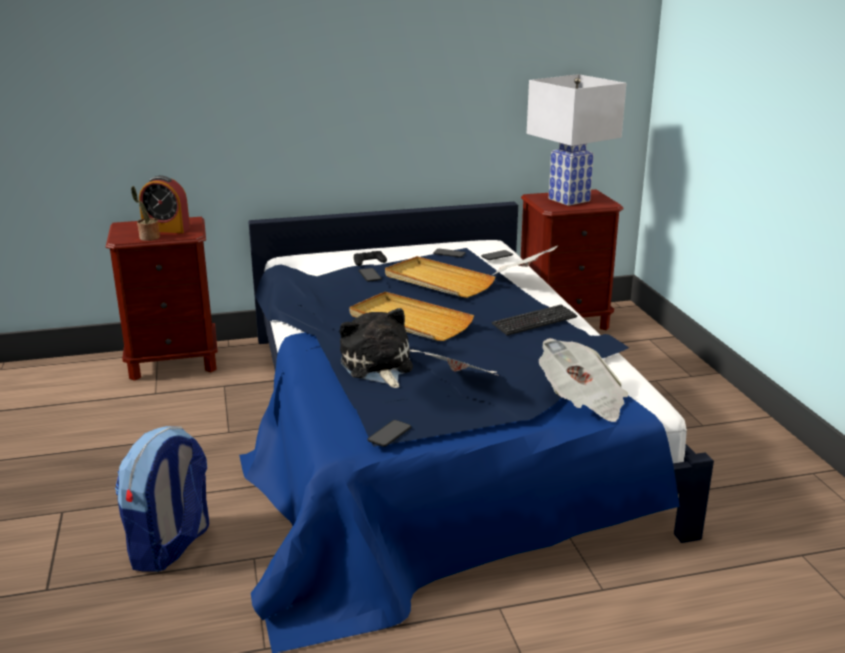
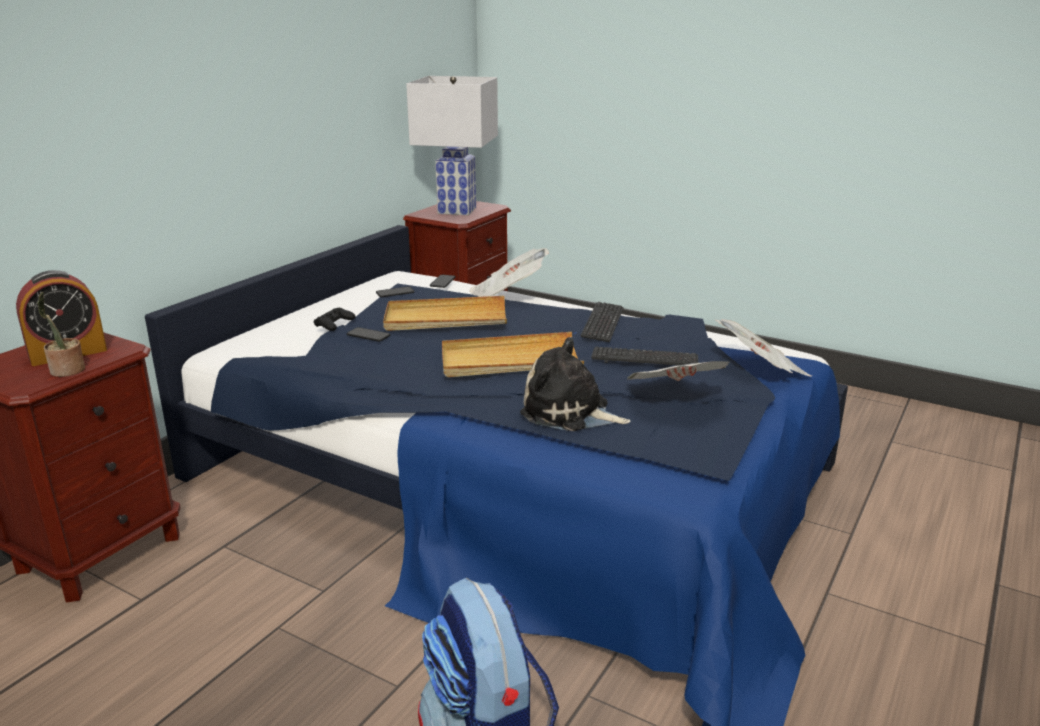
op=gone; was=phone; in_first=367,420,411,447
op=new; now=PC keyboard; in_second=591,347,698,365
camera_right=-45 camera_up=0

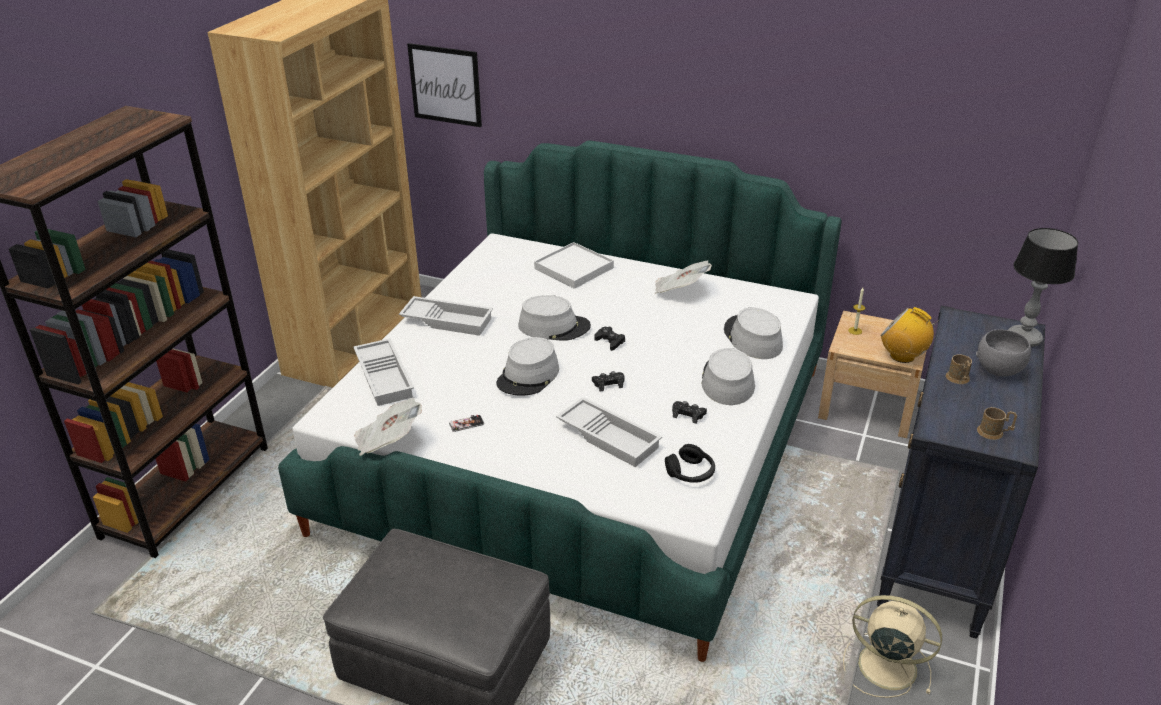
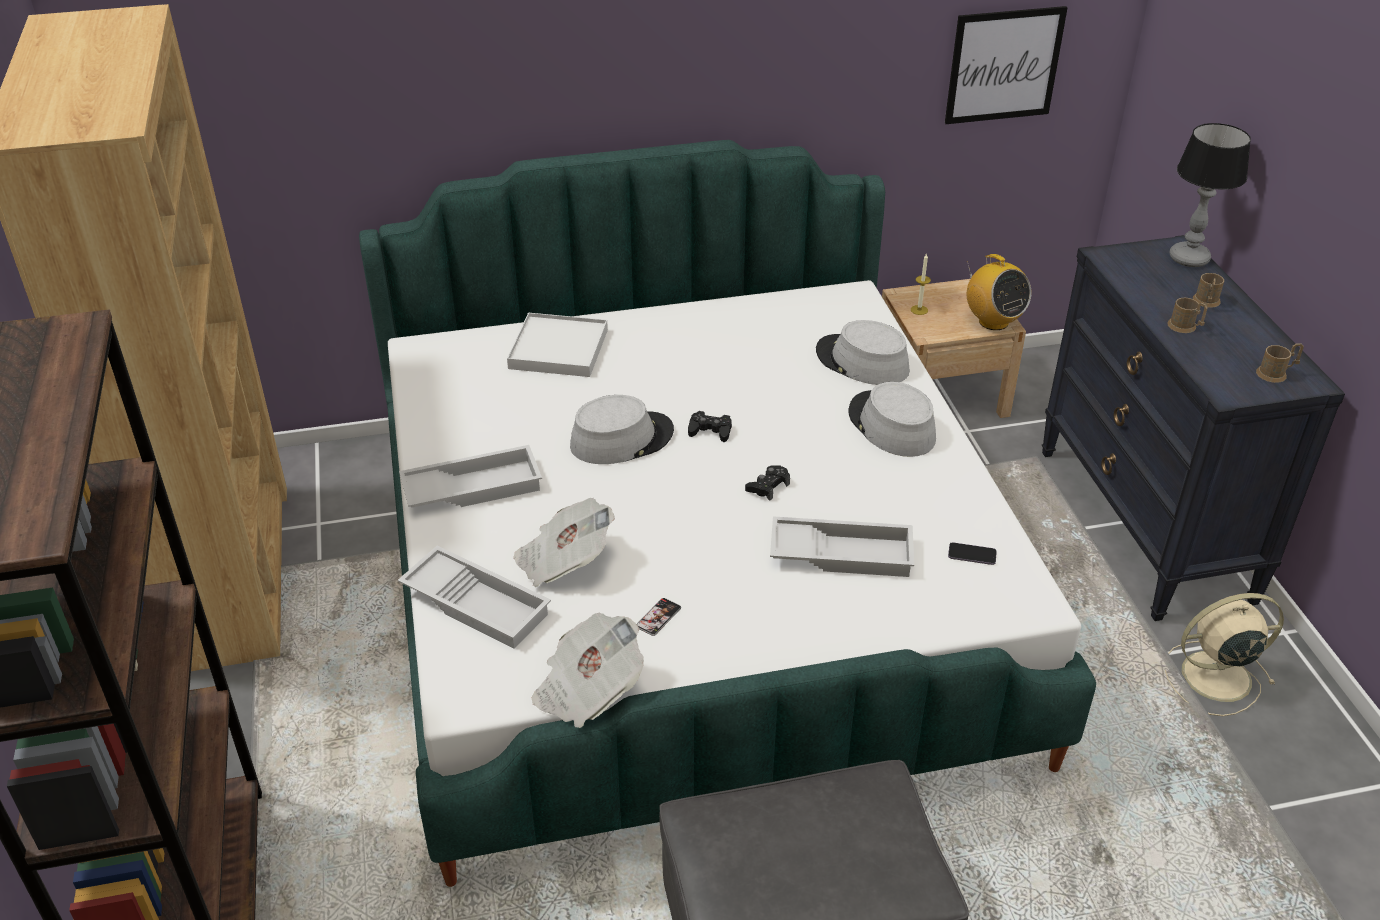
op=gone; was=greyish hat; in_first=496,337,559,396
op=gone; was=black gamepad; in_first=672,401,707,423
op=shifted; was=picture; in_first=407,43,482,127; in_second=945,6,1068,124
op=shifted; was=newspaper; in_first=655,260,712,294; in_second=513,498,615,587
op=swapped; was=black headphones; now=phone; in_first=665,444,715,483; in_second=948,542,997,565
op=swapped; was=greyish deep dish; now=brown-coloured mug; in_first=976,329,1031,377; in_second=1193,273,1224,308
op=rotated; was=radio receiver; in_first=881,307,938,363; in_second=967,254,1032,330; clockwise=-120
camera_right=-35 camera_up=5

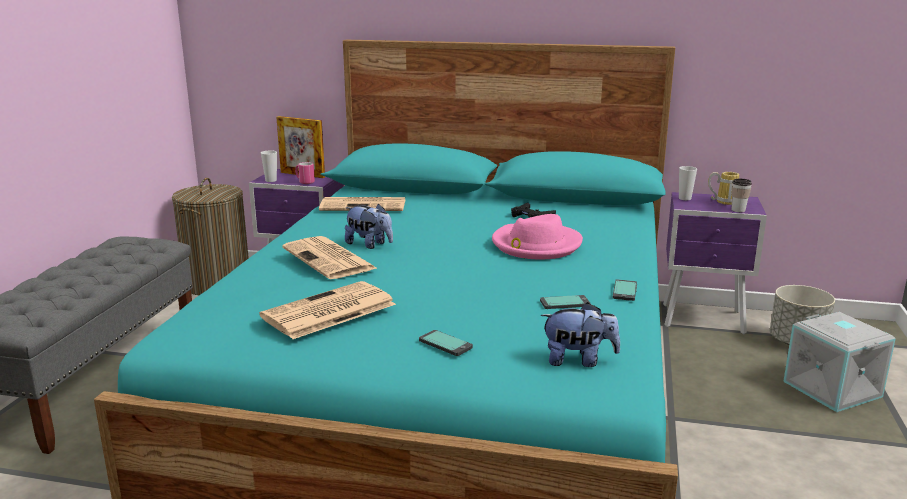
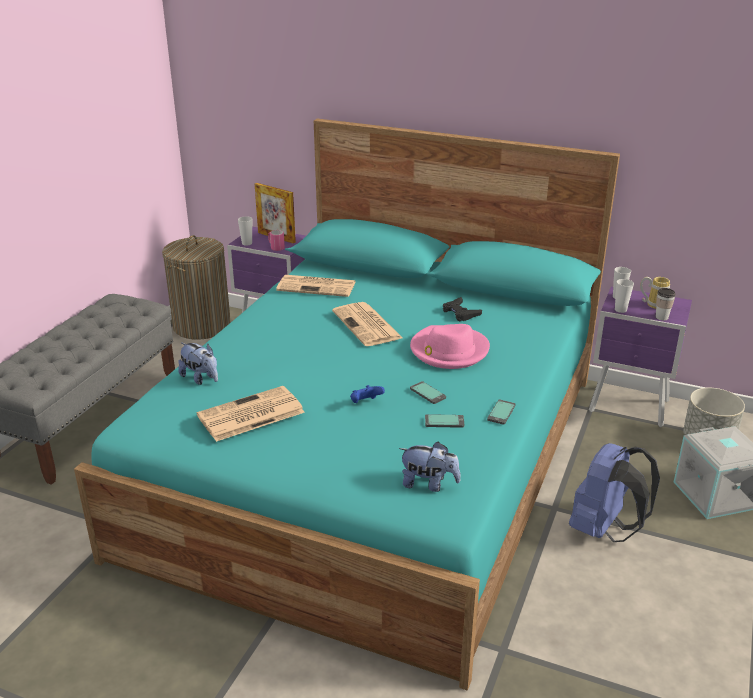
op=new; now=blue gamepad; in_second=350,385,385,403
op=new; now=blue knapsack; in_second=569,443,660,542
op=new; now=cup; in_second=615,279,634,313
op=shifted; was=newspaper; in_first=282,236,378,279; in_second=332,302,402,346
op=shifted; was=cuddly toy; in_first=345,204,393,249; in_second=178,342,218,385
op=shifted; was=phone; in_first=419,330,473,356; in_second=410,381,446,404
camera_right=10 camera_up=10

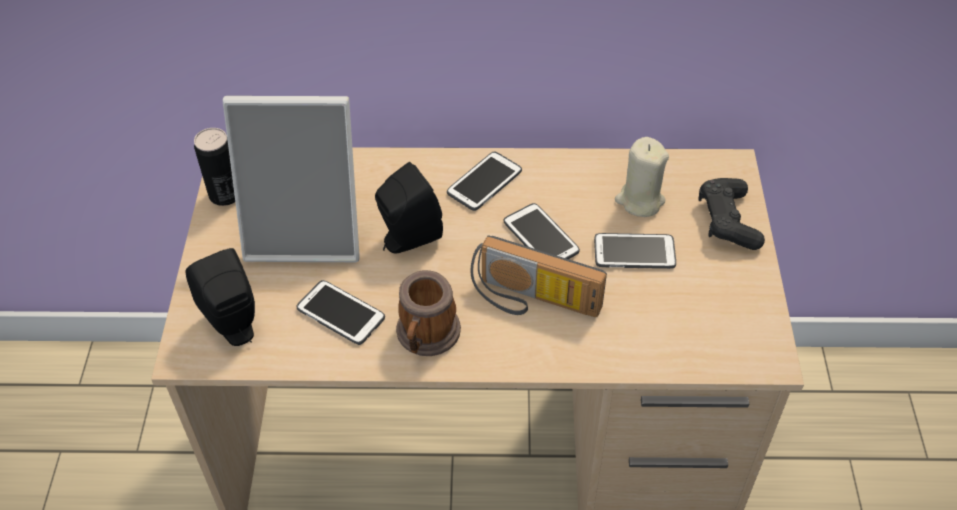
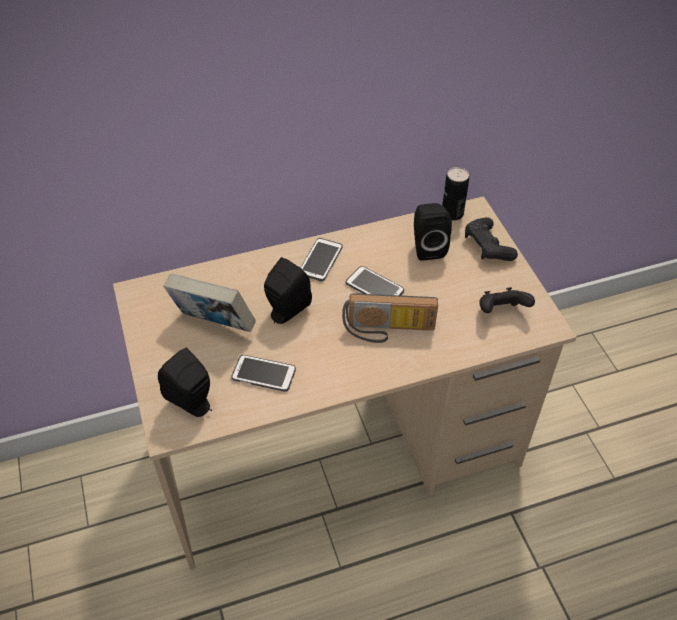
op=gone; was=mug; in_first=396,270,461,356
op=gone; was=phone; in_first=594,233,676,269
op=new; now=black gamepad; in_second=480,287,535,313
op=shifted; was=metal can; in_first=194,128,235,206; in_second=442,167,469,220
op=swapped; was=standing frame; now=book; in_first=223,96,360,262; in_second=163,274,256,332
op=swapped; was=beige wax candle; now=black audio speaker; in_first=615,137,669,217; in_second=414,203,452,260
camera_right=-20 camera_up=0

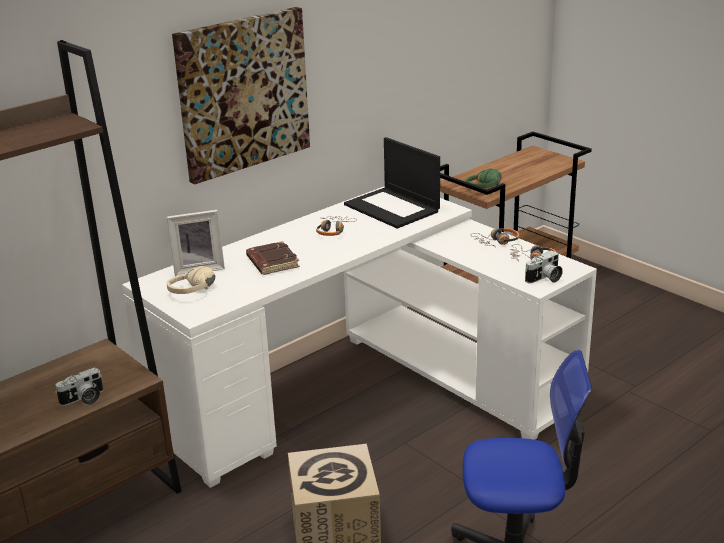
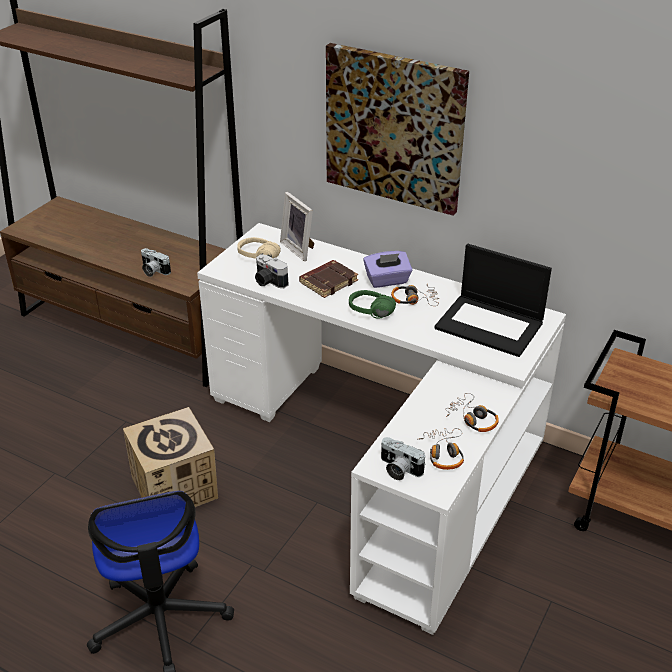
op=new; now=photo camera; in_second=255,254,289,288
op=new; now=purple-coloured tissue box; in_second=363,251,412,288
op=shifted; was=green-coloured headphones; in_first=466,169,502,188; in_second=349,290,396,319
op=rotated; was=notebook computer; in_first=344,137,440,229; in_second=434,244,552,357; clockwise=-90
camera_right=70 camera_up=10

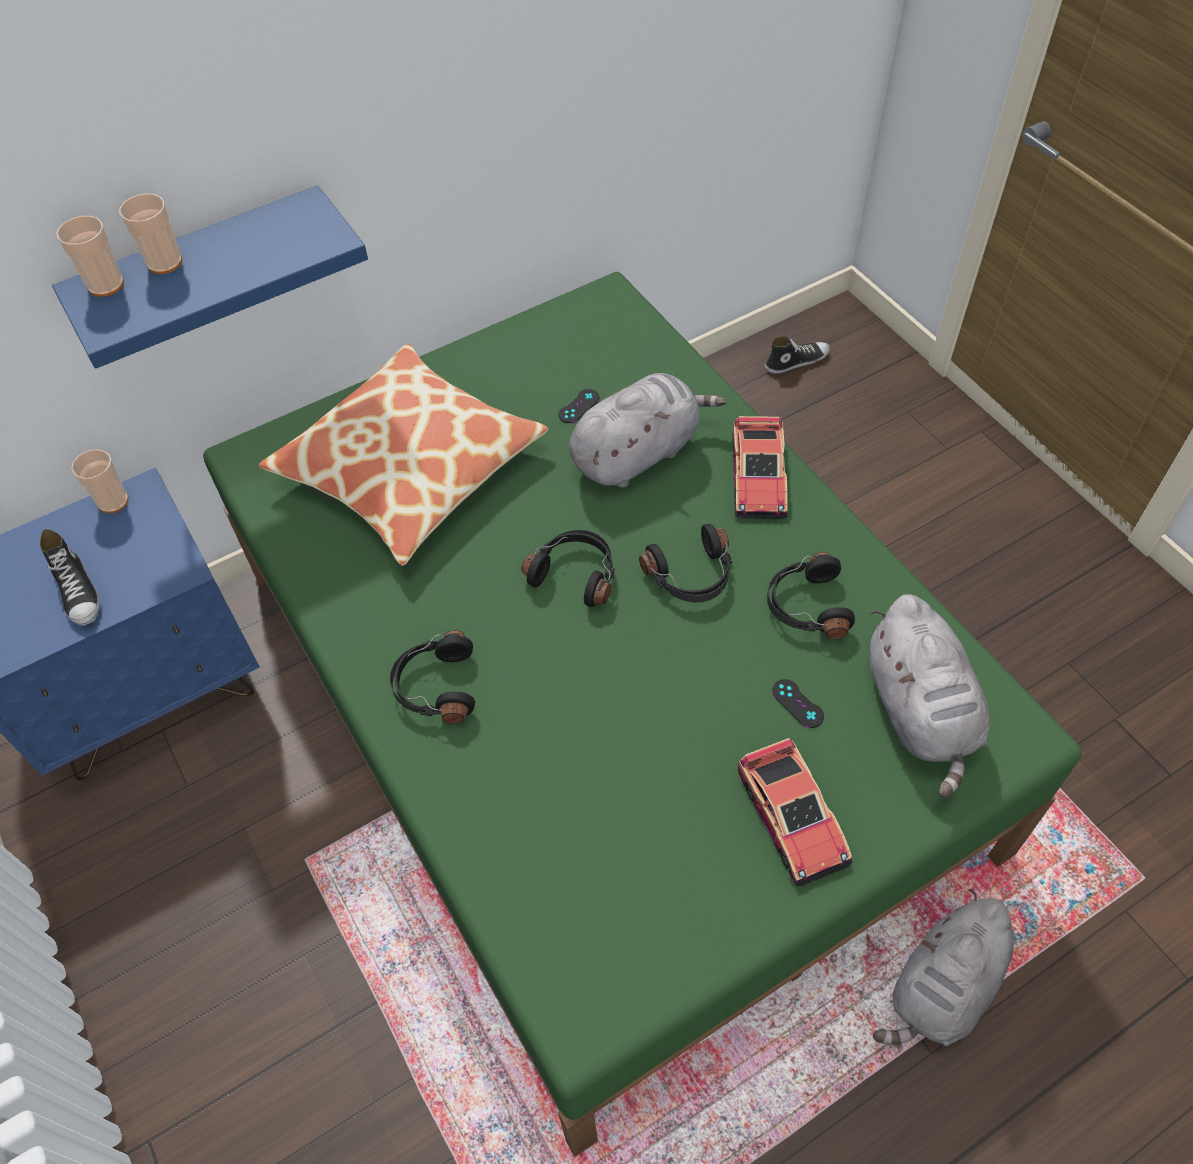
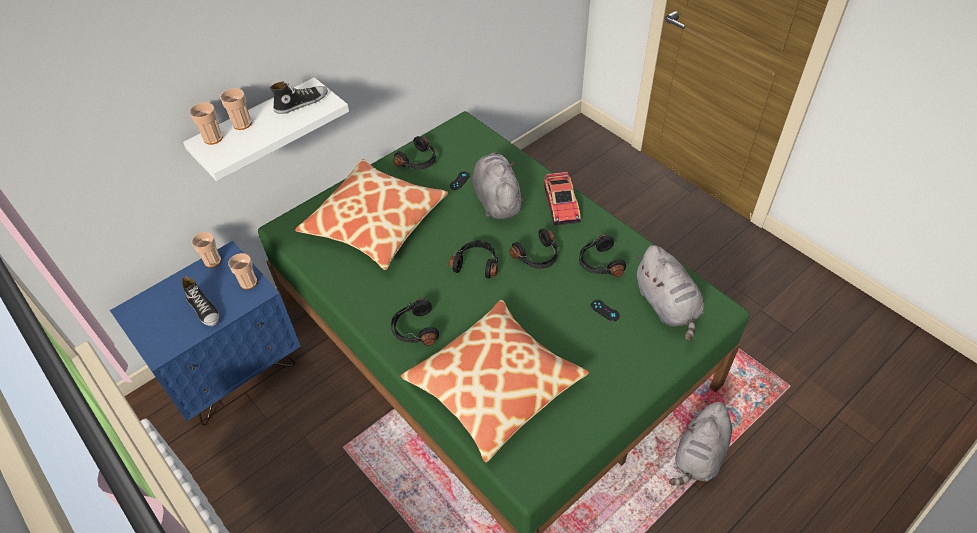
op=gone; was=toy car; in_first=738,738,853,886
op=new; now=cup; in_second=228,253,257,289
op=new; now=black headphones; in_second=393,136,436,169
op=new; now=pillow; in_second=401,300,589,462
op=shifted; was=item of footwear; in_first=765,336,830,374; in_second=270,82,328,114
op=repainted; was=blue shelf; now=white shelf; in_first=52,185,368,369; in_second=183,78,349,181
op=rotated; was=greyish cuddly toy; in_first=569,373,727,488; in_second=472,151,524,220; clockwise=-60
camera_right=-10 camera_up=-5

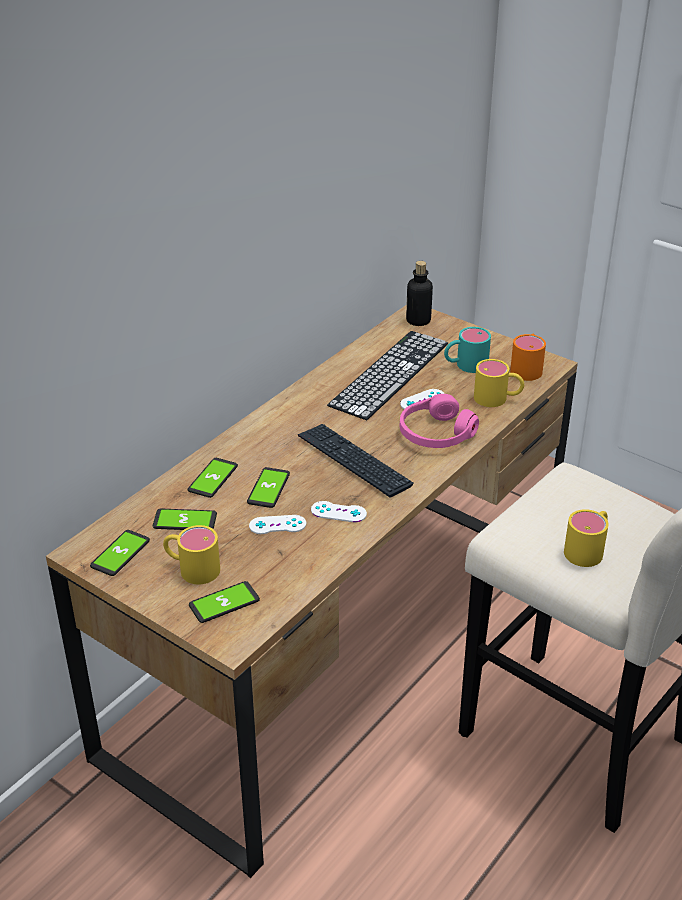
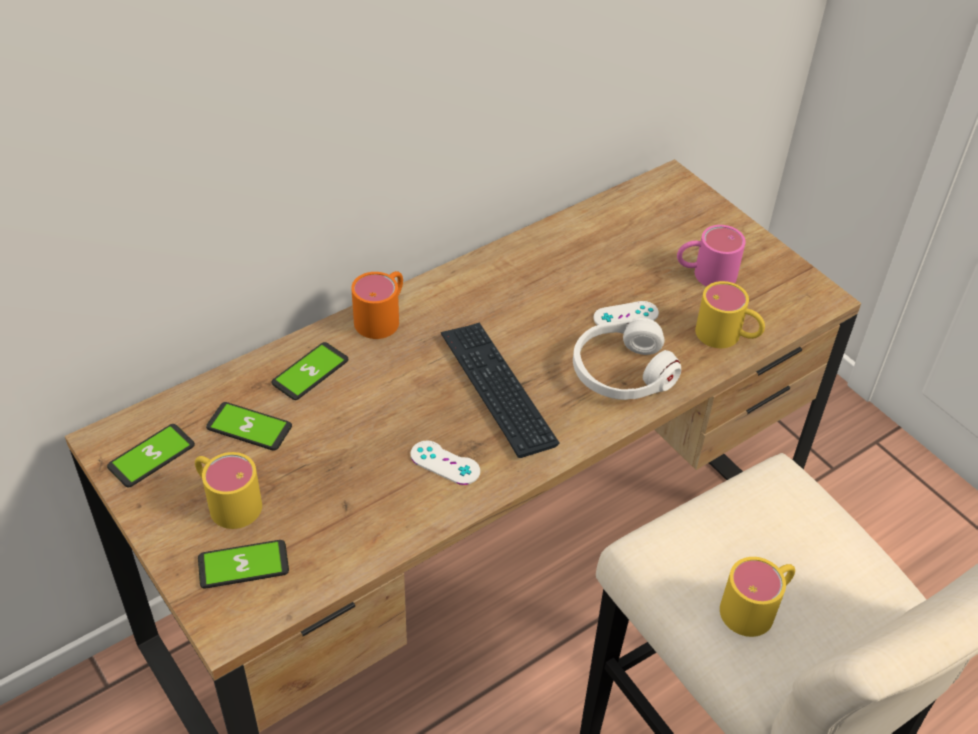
op=gone; was=phone; in_first=247,467,290,508
op=gone; was=white gamepad; in_first=249,515,306,534
op=gone; was=PC keyboard; in_first=327,331,448,420
op=gone; was=bottle; in_first=406,261,433,326
op=shifted; was=orangey mug; in_first=510,334,546,381; in_second=351,271,403,339
op=repainted; was=pinkish headphones; now=white headphones; in_first=400,394,479,448; in_second=573,318,681,400
op=repainted; was=turquoise mug; now=pinkish mug; in_first=444,327,491,373; in_second=677,225,746,286
camera_right=15 camera_up=10

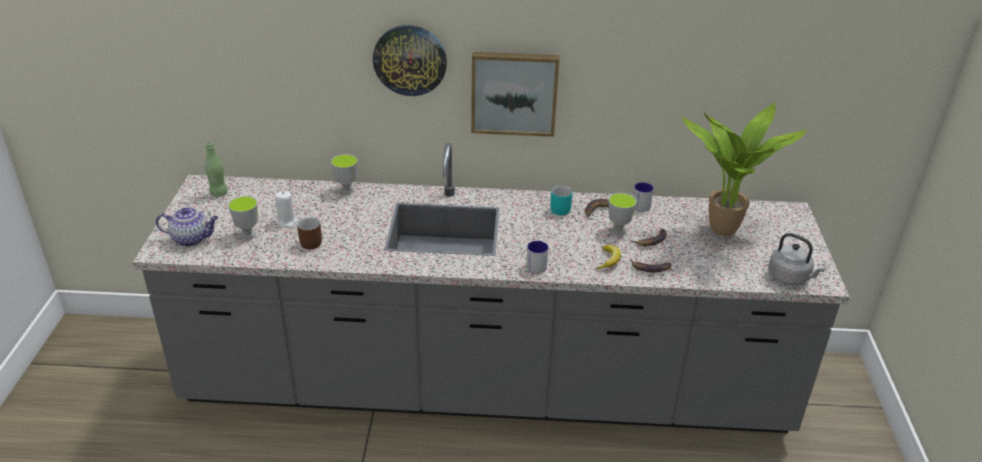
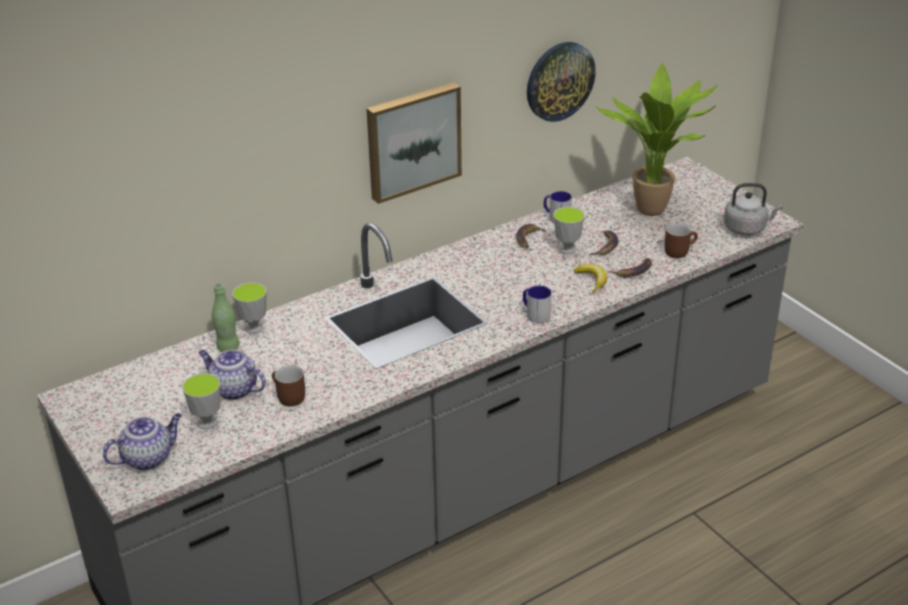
op=gone; was=turquoise mug; in_first=550,185,573,215
op=new; now=brown-coloured mug; in_second=665,223,698,258
op=shifted; was=green-coloured bottle; in_first=205,141,228,197; in_second=212,283,240,352
op=shifted; was=wall clock; in_first=373,25,447,96; in_second=527,42,596,122
op=swapped; was=white wax candle; now=tea pot; in_first=275,191,298,228; in_second=198,350,266,400
camera_right=-35 camera_up=0

